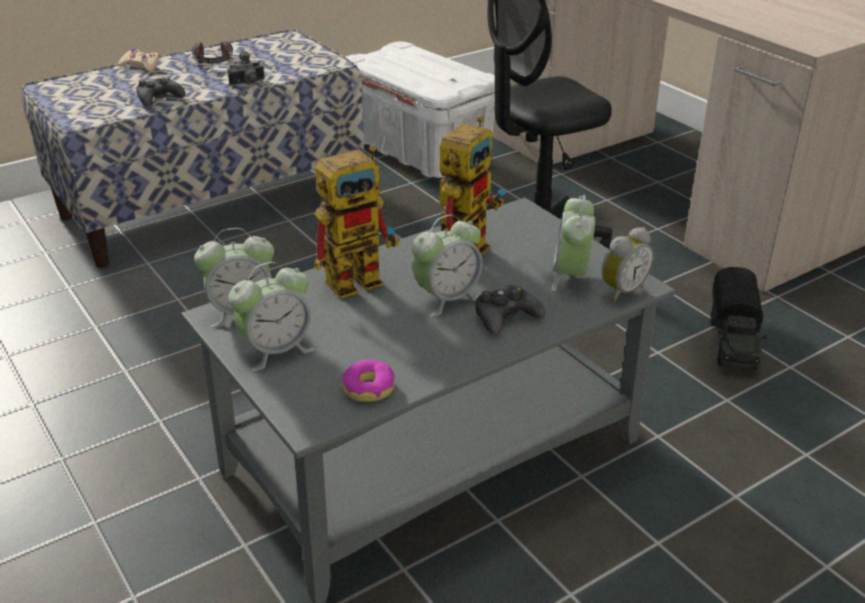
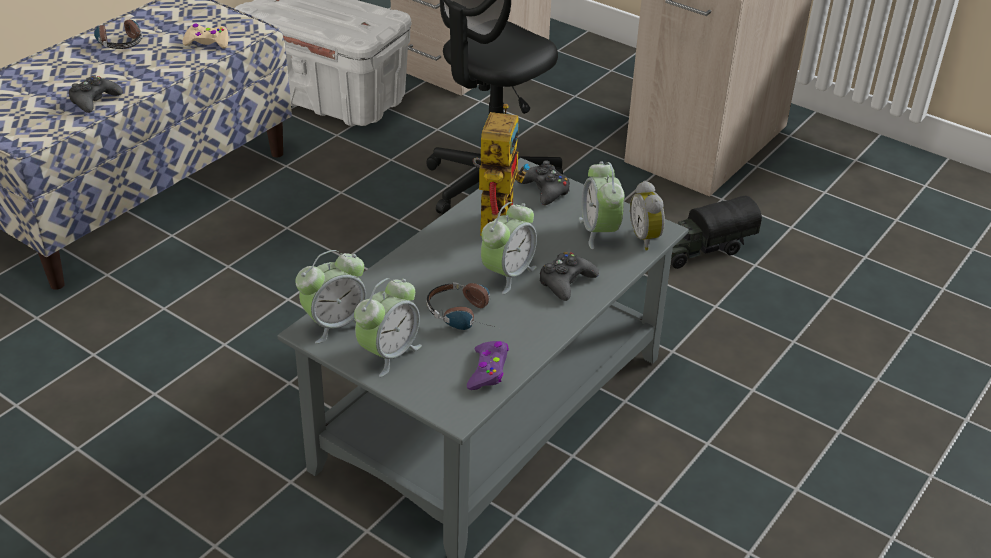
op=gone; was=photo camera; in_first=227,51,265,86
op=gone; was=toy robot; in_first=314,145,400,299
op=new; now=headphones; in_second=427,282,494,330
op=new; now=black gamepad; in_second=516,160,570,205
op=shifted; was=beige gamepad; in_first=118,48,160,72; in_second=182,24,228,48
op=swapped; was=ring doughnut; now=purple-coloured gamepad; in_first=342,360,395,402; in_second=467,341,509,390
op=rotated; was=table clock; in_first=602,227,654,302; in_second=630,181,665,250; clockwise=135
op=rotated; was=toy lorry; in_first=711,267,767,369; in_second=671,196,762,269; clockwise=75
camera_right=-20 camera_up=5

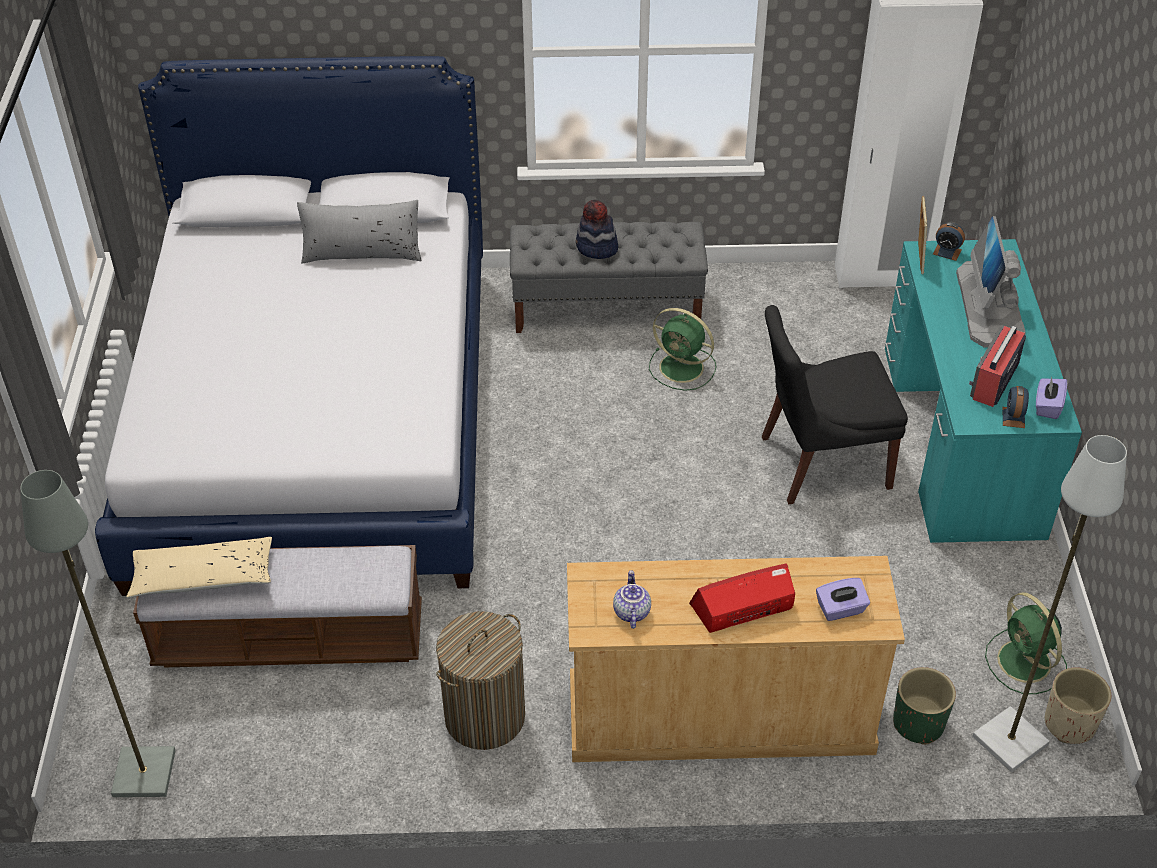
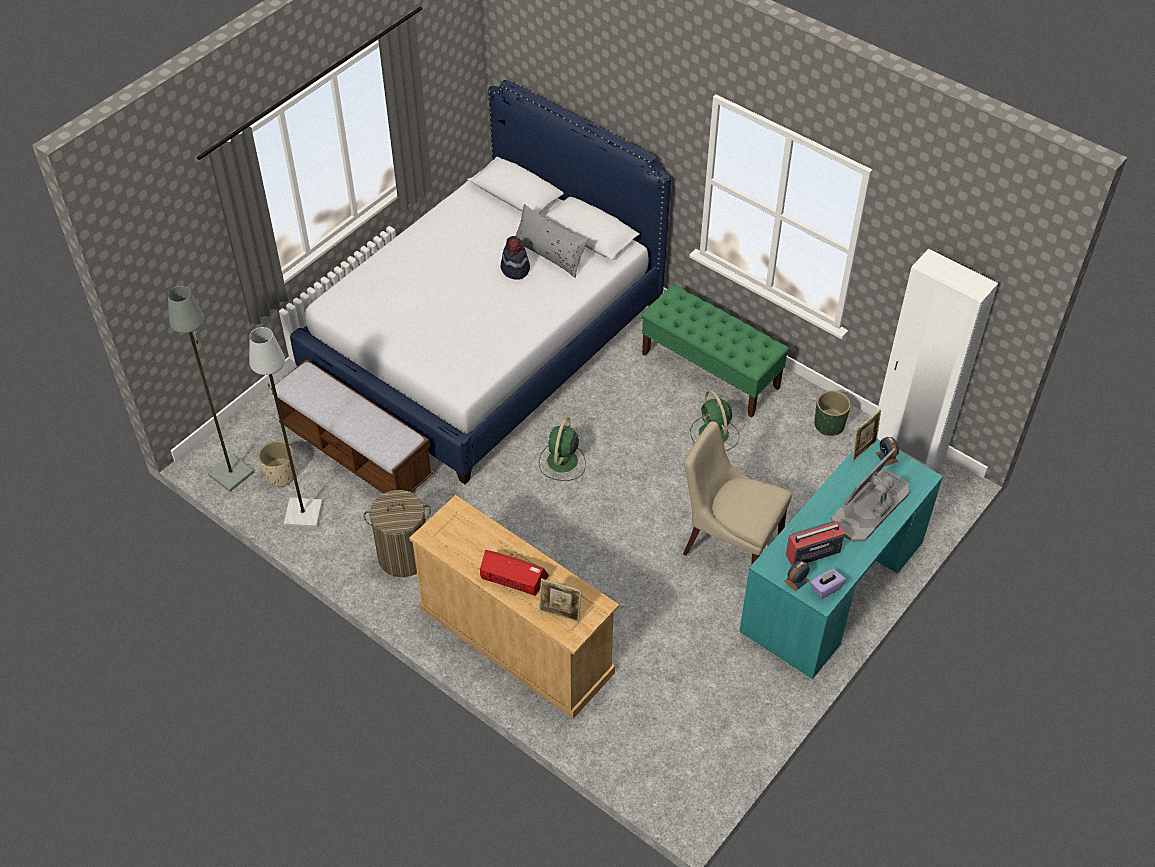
op=gone; was=beige pillow; in_first=126,537,272,598
op=gone; was=tea pot; in_first=613,570,651,629
op=shifted; was=hat; in_first=576,200,618,259; in_second=501,236,530,280
op=shifted; was=green-coloured plant pot; in_first=893,667,956,745; in_second=814,390,851,436
op=shifted; was=greyish standing lamp; in_first=973,435,1127,772; in_second=249,327,323,528
op=shifted; was=green-coloured fan; in_first=985,592,1067,694; in_second=539,417,586,481
op=shifted; was=beige plant pot; in_first=1045,667,1111,744; in_second=258,441,296,487
op=swapped; was=purple-coloured tissue box; now=standing frame; in_first=816,578,870,621; in_second=539,578,582,622
op=repainted; was=greyish indoor bench; now=green-coloured indoor bench; in_first=510,222,708,333; in_second=641,285,789,418
op=repainted; was=black chair; now=beige chair; in_first=762,305,908,504; in_second=683,421,792,565
camera_right=40 camera_up=5

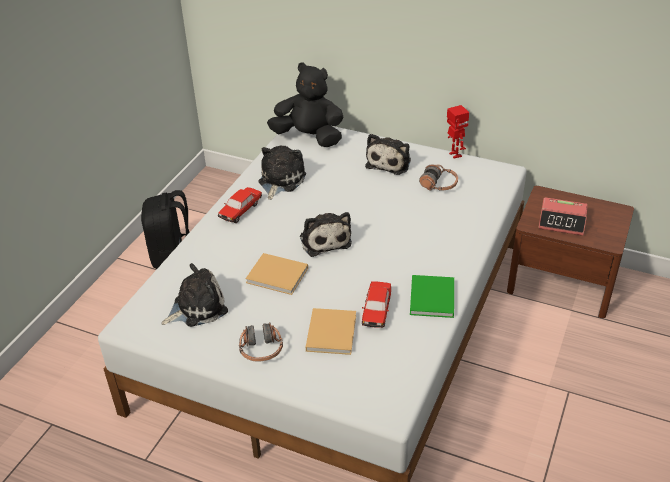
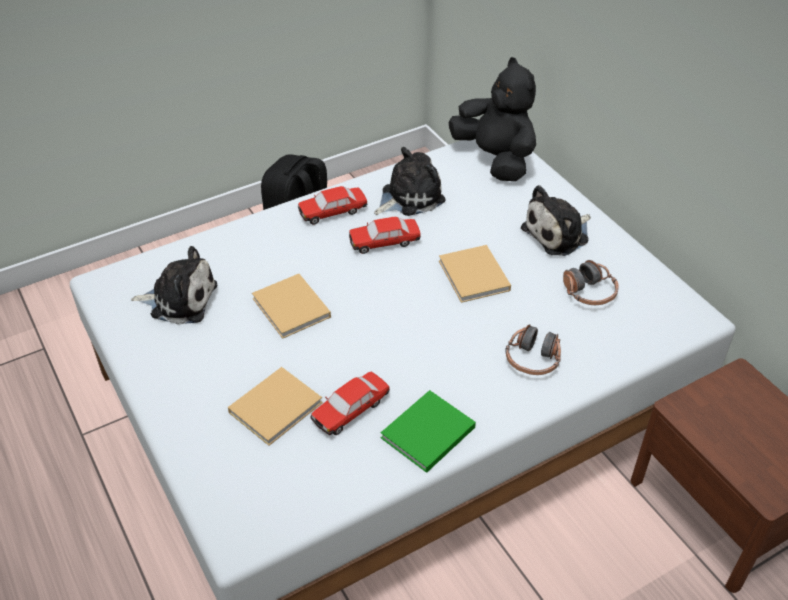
op=gone; was=cuddly toy; in_first=300,212,352,257
op=gone; was=toy robot; in_first=447,105,469,159
op=gone; was=table clock; in_first=538,197,588,236
op=new; now=toy car; in_second=349,217,421,254
op=new; now=beige book; in_second=439,245,511,303
op=shifted; was=headphones; in_first=239,322,283,362; in_second=505,324,561,375
camera_right=35 camera_up=5

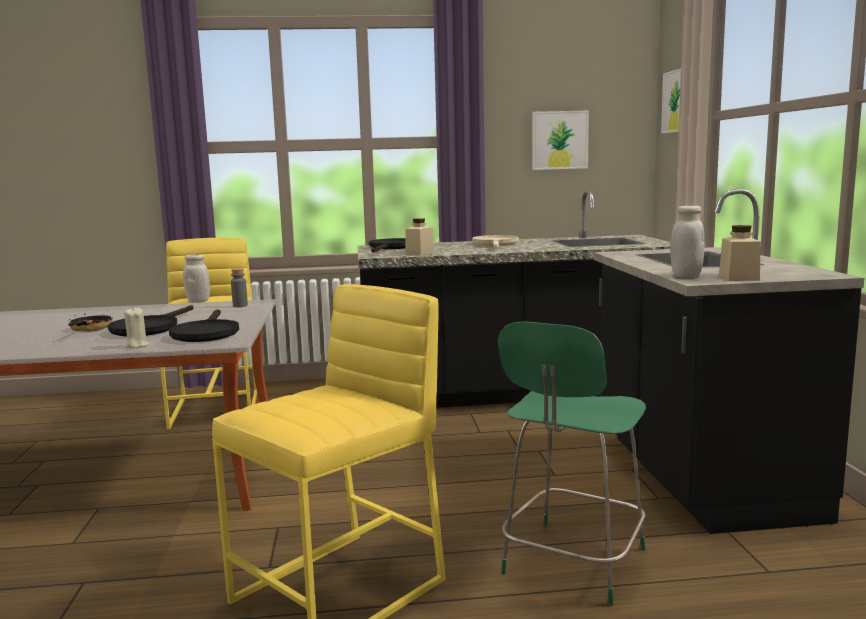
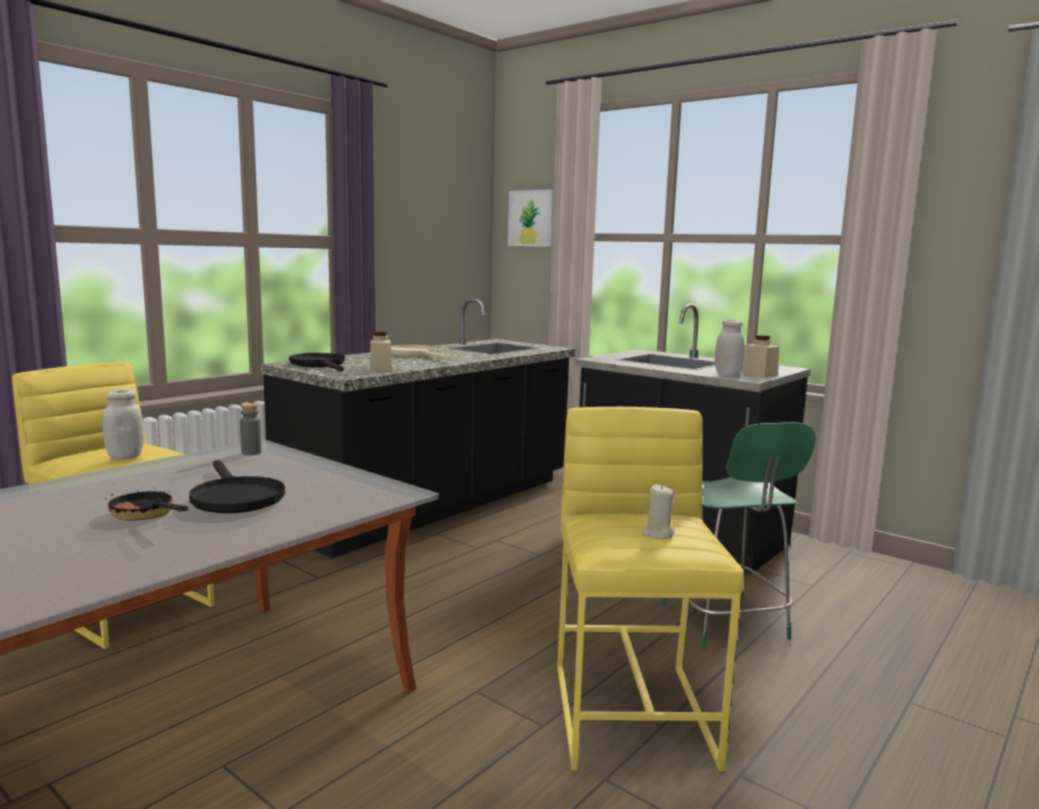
op=gone; was=black skillet; in_first=169,309,239,342
op=gone; was=picture; in_first=532,111,589,170
op=shifted; was=beige wax candle; in_first=124,307,149,348; in_second=642,484,675,539
camera_right=-45 camera_up=0

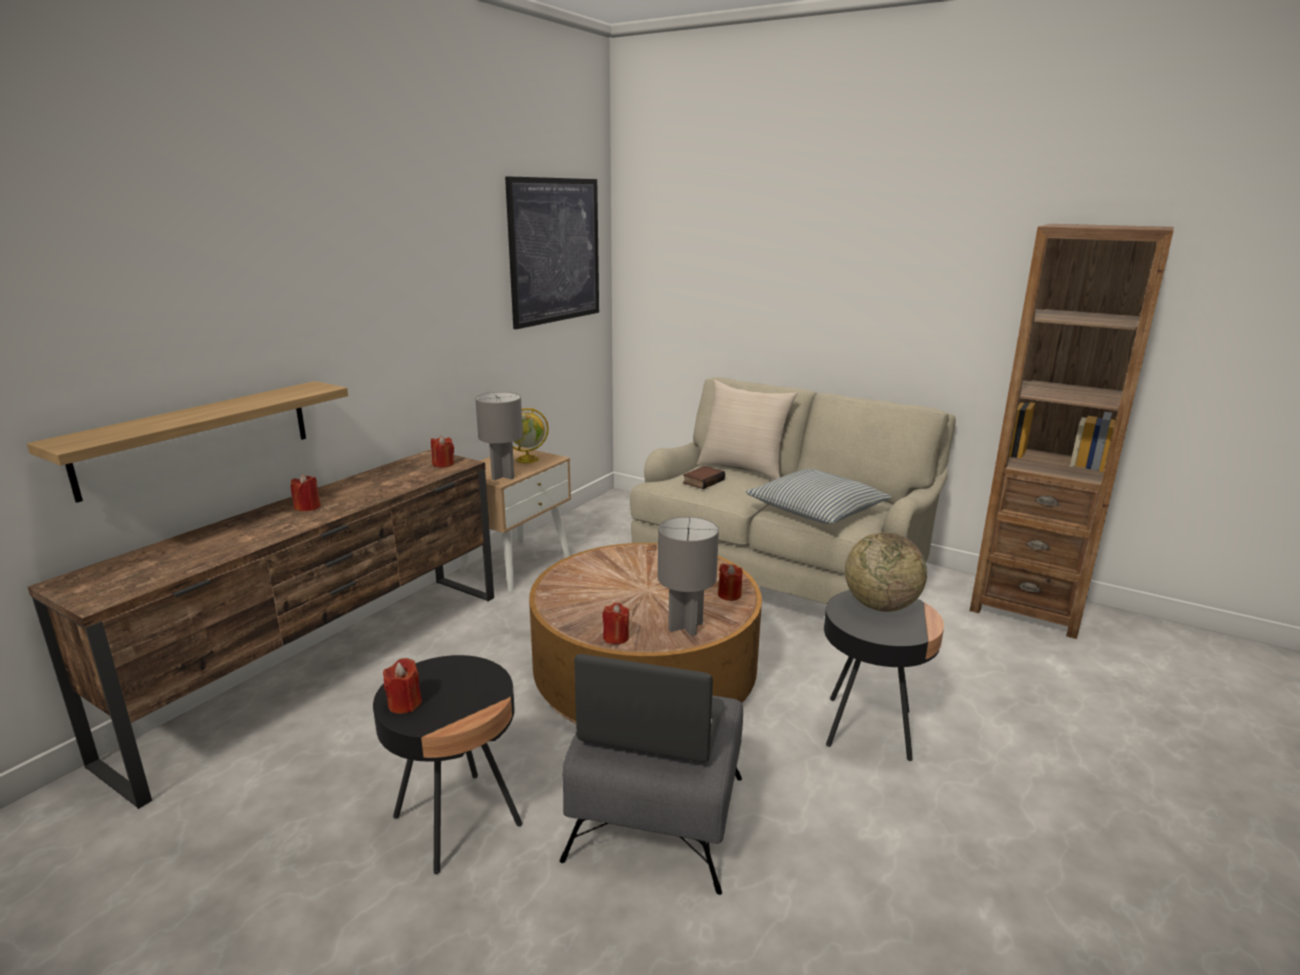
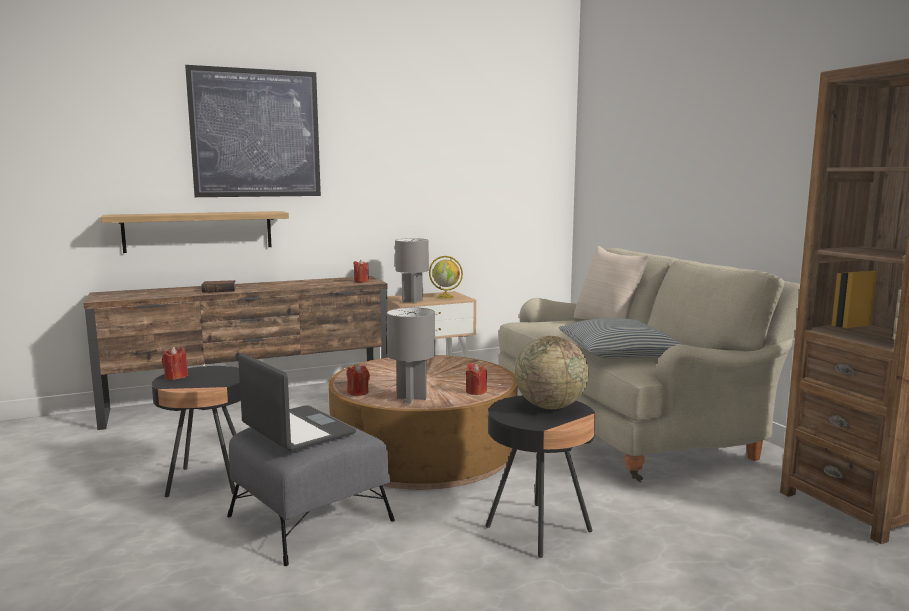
op=gone; was=reddish wax candle; in_first=290,474,321,511
op=shifted; was=picture; in_first=505,176,599,329; in_second=185,65,321,197
op=shifted; was=book; in_first=683,466,725,489; in_second=201,280,236,293
camera_right=35 camera_up=-10

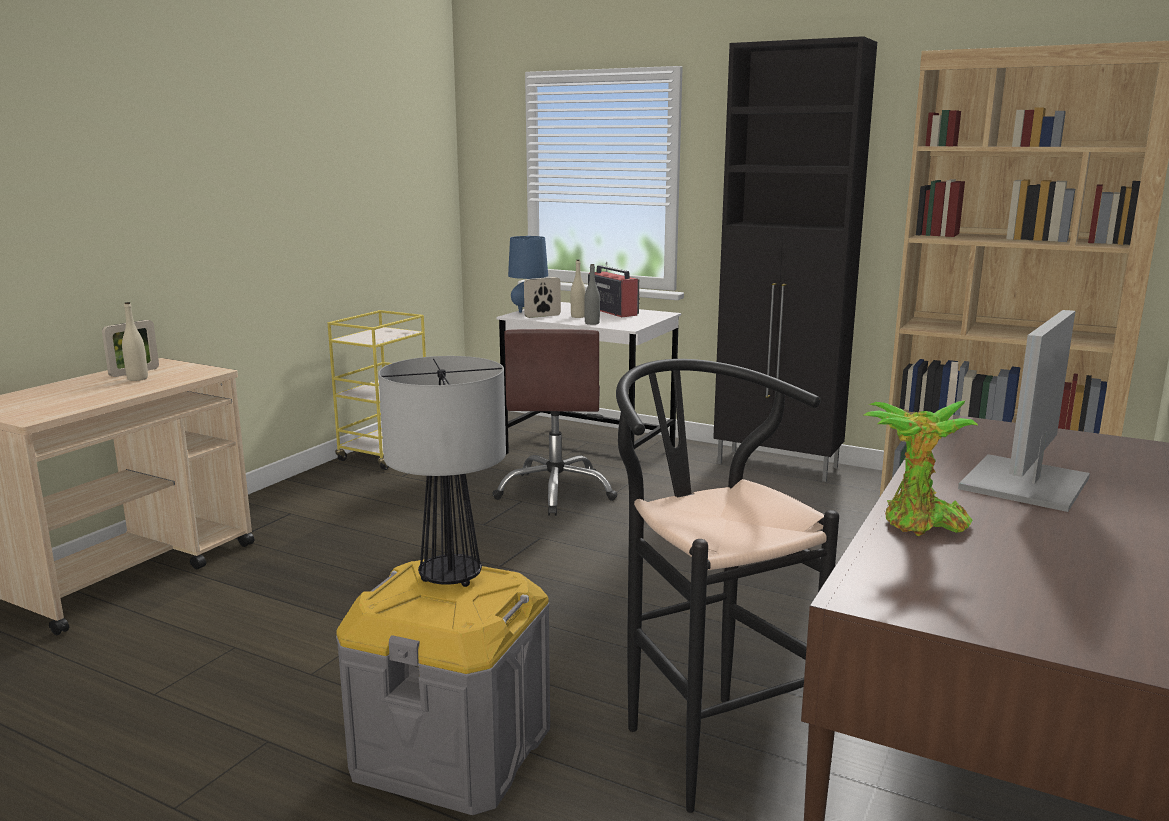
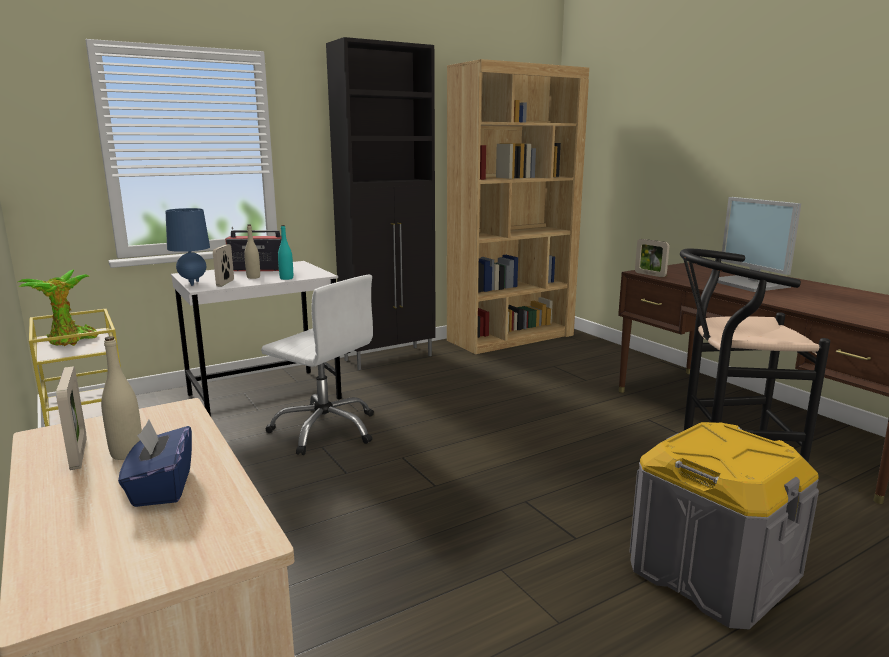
op=gone; was=table lamp; in_first=378,356,506,587
op=new; now=blue tissue box; in_second=118,420,192,507
op=shifted; was=plant in a pot; in_first=864,400,979,536; in_second=18,269,99,346
op=repainted; was=brown-coloured office chair; now=white office chair; in_first=492,329,618,516; in_second=261,275,374,455
op=repainted; was=greyish bottle; now=turquoise bottle; in_first=584,264,600,325; in_second=278,225,293,280
camera_right=-60 camera_up=0

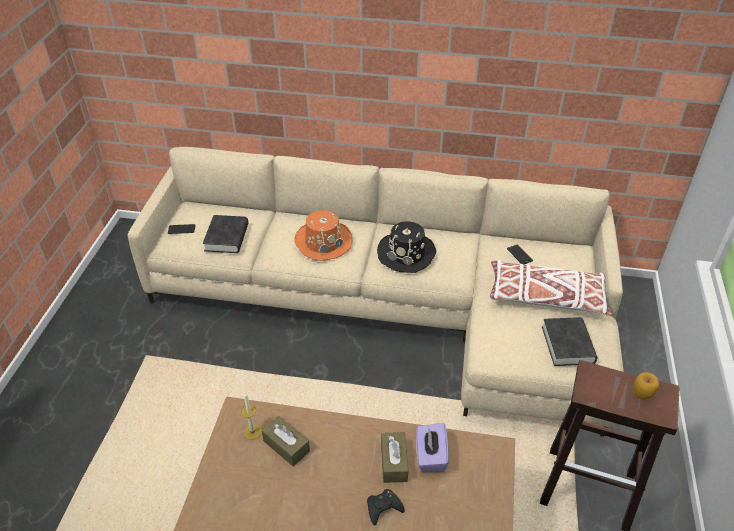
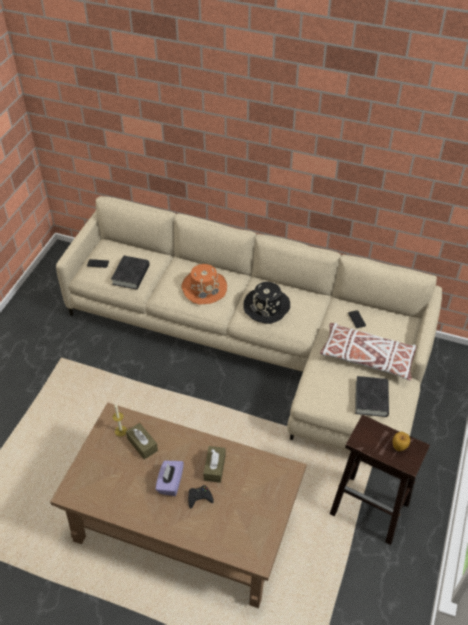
op=shifted; was=purple-coloured tissue box; in_first=416,423,449,472; in_second=156,461,184,496
camera_right=10 camera_up=5

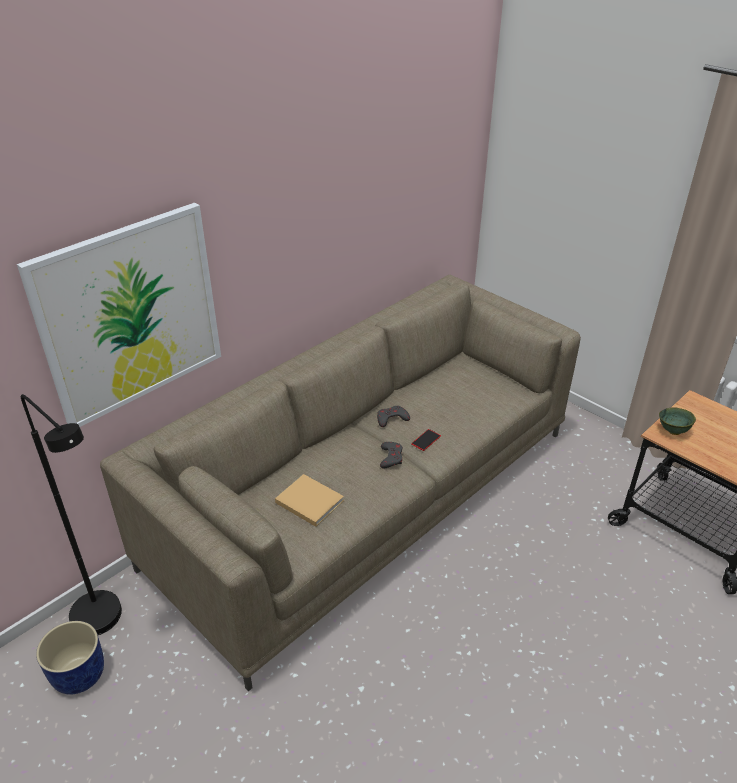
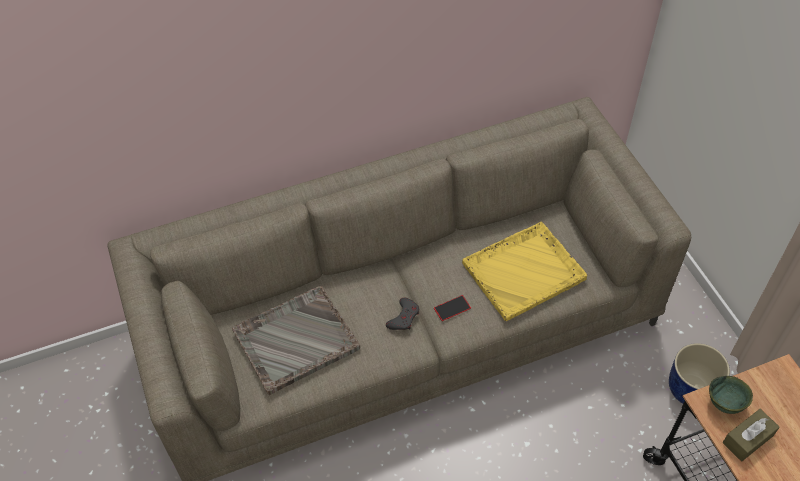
op=gone; was=picture; in_first=17,203,221,427
op=gone; was=black standing lamp; in_first=21,394,122,635
op=gone; was=greyish gamepad; in_first=377,406,410,427
op=new; now=yellowish carrying tray; in_second=462,222,587,321
op=new; now=brown-coloured tissue box; in_second=723,409,780,461
op=shifted; was=blue plant pot; in_first=36,621,104,695; in_second=669,343,730,404
op=swapped; was=beige book; now=greyish carrying tray; in_first=275,474,344,527; in_second=232,286,360,396
camera_right=25 camera_up=15

